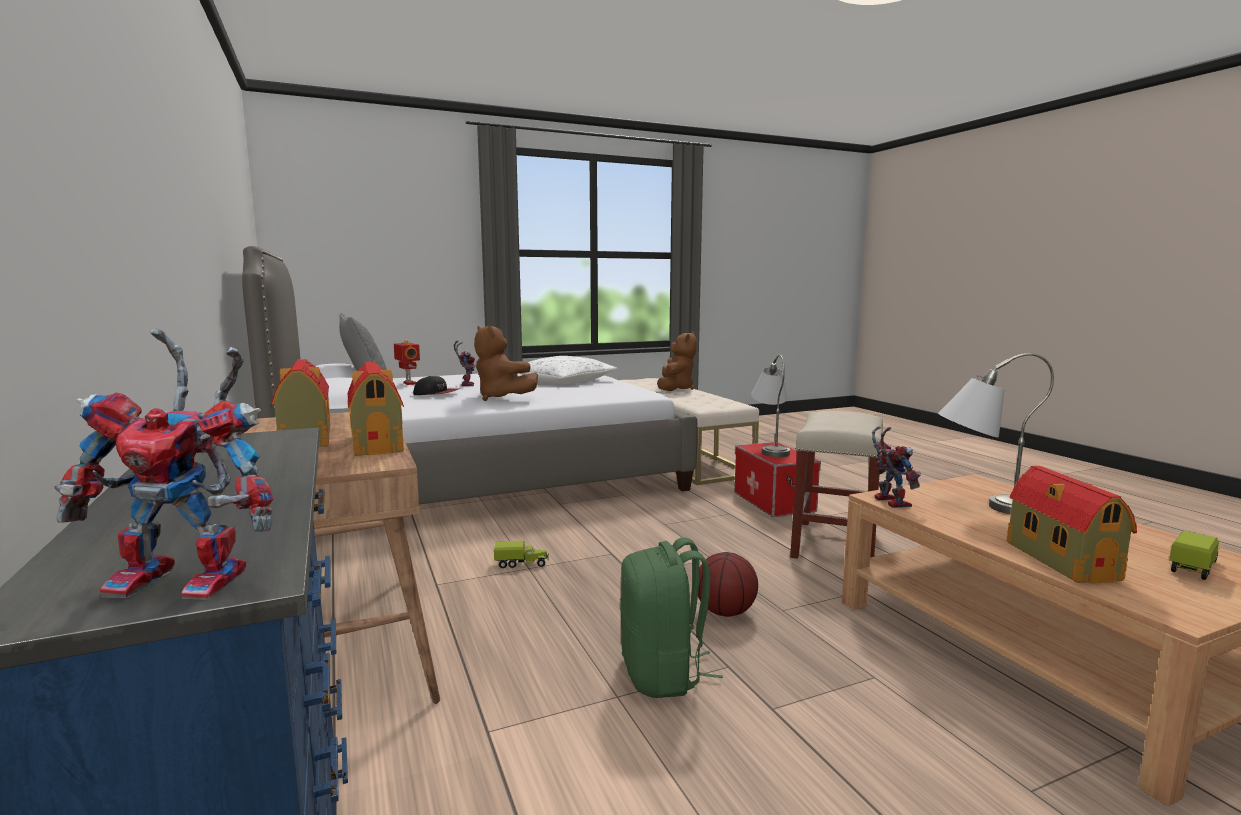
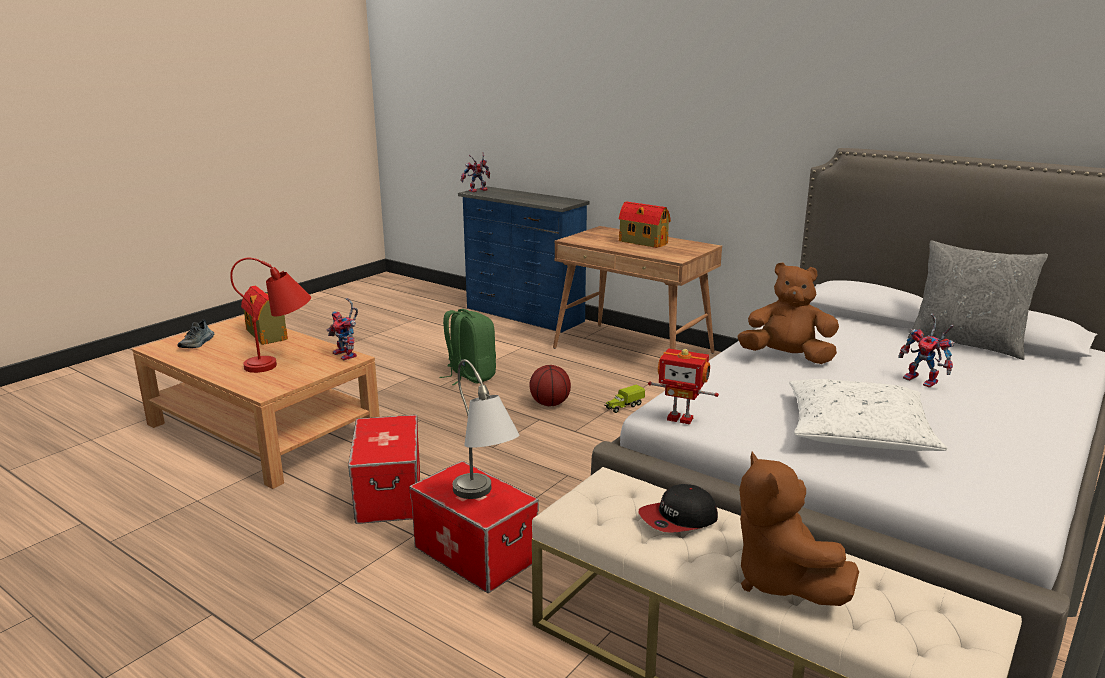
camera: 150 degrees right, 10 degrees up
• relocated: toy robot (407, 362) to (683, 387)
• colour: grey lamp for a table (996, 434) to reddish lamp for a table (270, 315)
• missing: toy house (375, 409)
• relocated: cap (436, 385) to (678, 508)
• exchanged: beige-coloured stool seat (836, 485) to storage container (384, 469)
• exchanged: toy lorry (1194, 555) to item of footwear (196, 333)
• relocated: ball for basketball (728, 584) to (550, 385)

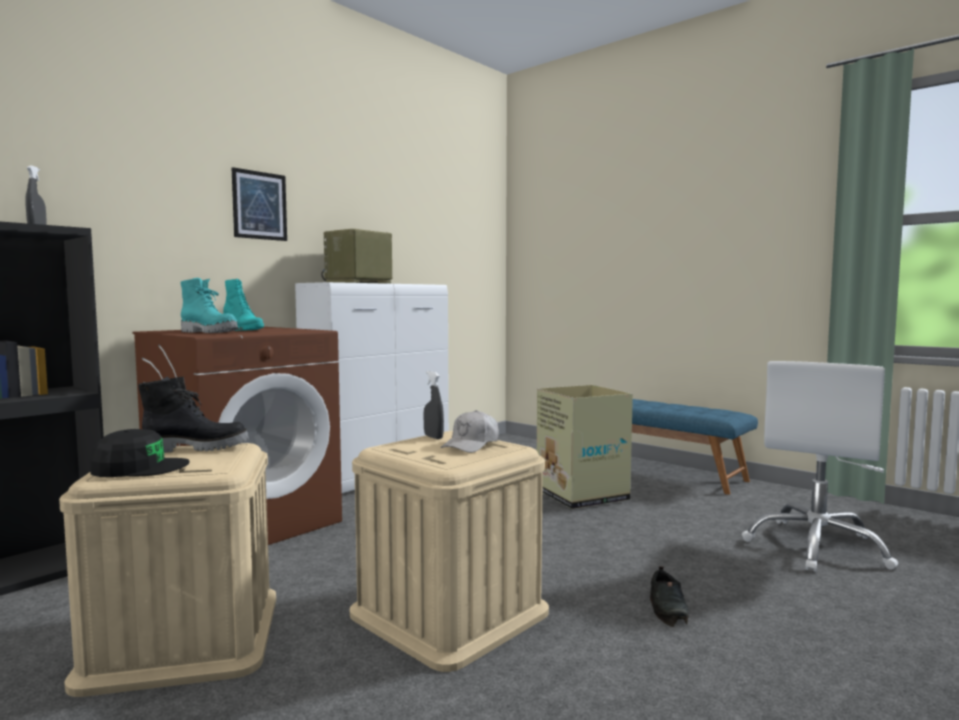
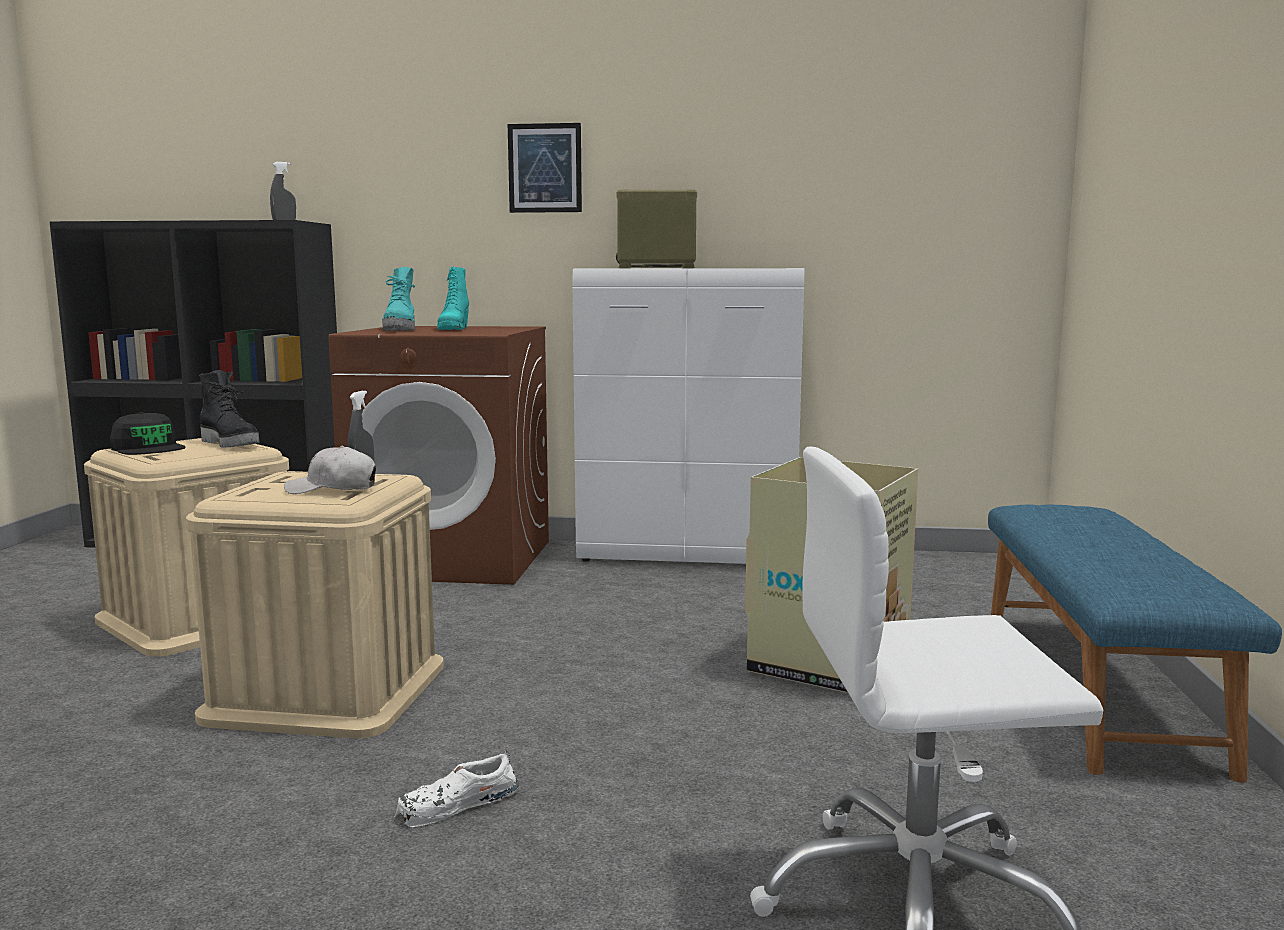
camera: 55 degrees right, 5 degrees up
• colour: black item of footwear (669, 596) to white-coloured item of footwear (456, 788)

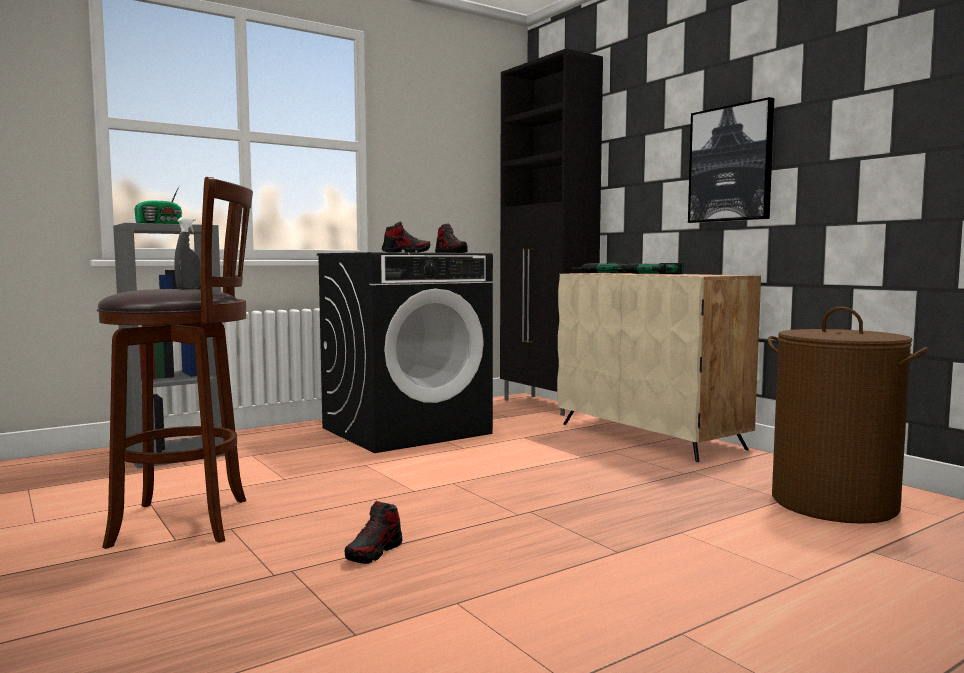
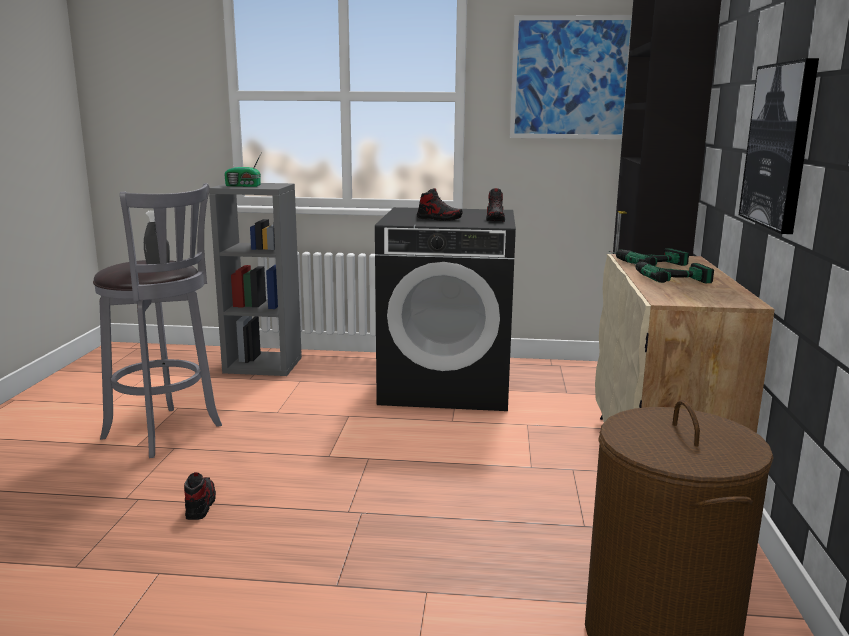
camera: 40 degrees right, 10 degrees up
• colour: brownish stool seat (175, 363) to grey stool seat (157, 320)
• spun: item of footwear (373, 532) = (200, 496) 105 degrees clockwise
• appeared: wall art (571, 77)

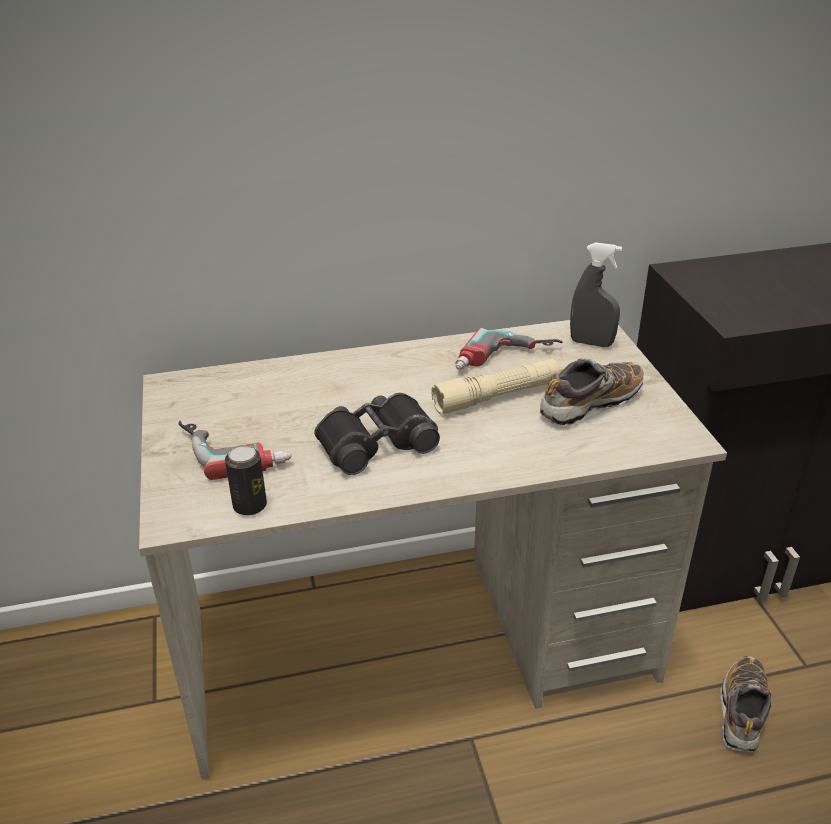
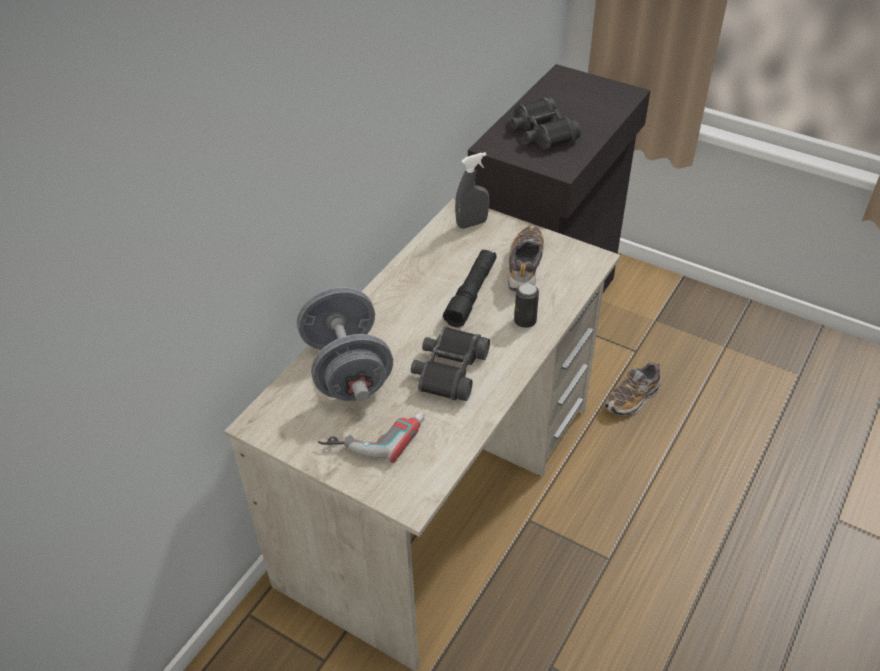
camera: 45 degrees left, 10 degrees up
• missing: power drill (509, 348)
• colour: beige-coloured hand torch (497, 386) to black hand torch (470, 288)
• relocated: metal can (246, 480) to (526, 305)
• spun: item of footwear (746, 704) = (633, 389) 105 degrees counterclockwise
• appeared: black binoculars (546, 123)
• appeared: grey dumbbell (345, 344)

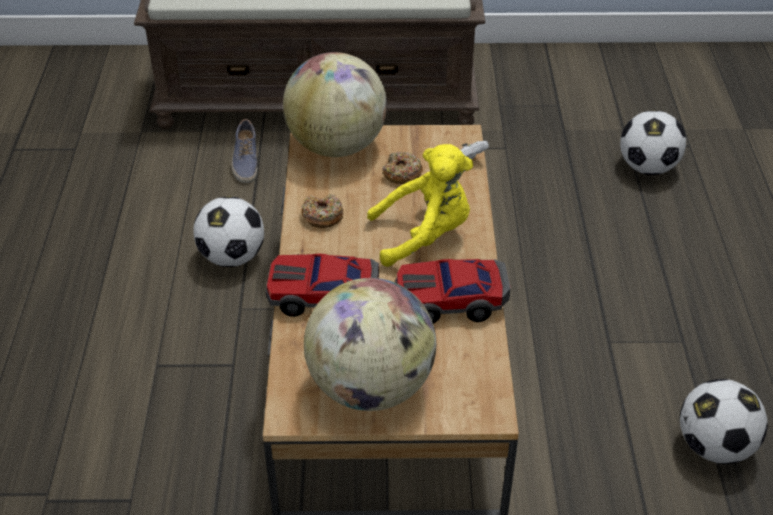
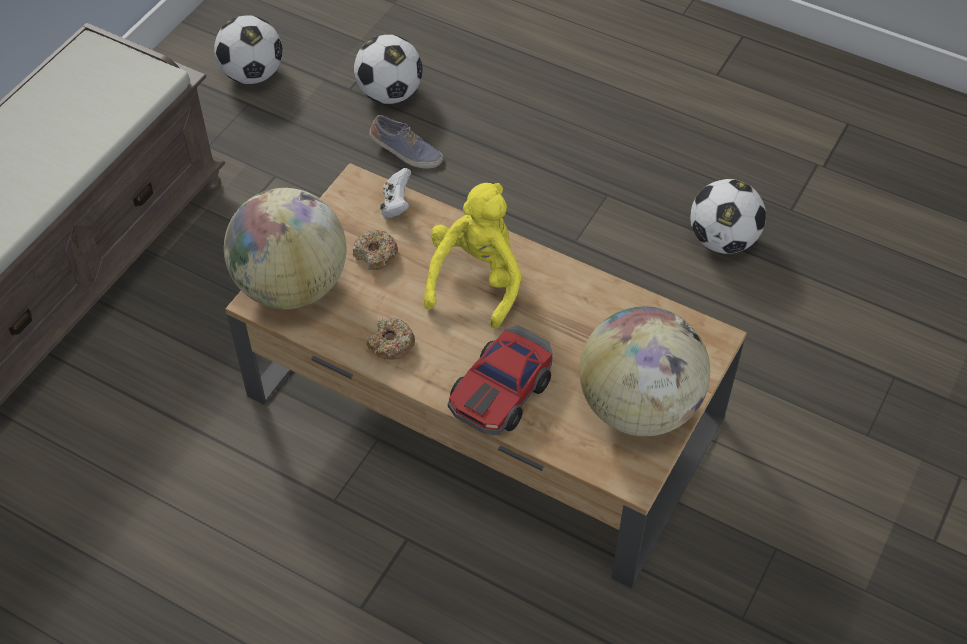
camera: 60 degrees left, 10 degrees up
• relocated: item of footwear (244, 151) to (406, 141)
• relocated: football ball (228, 231) to (248, 49)
• missing: model car (453, 291)

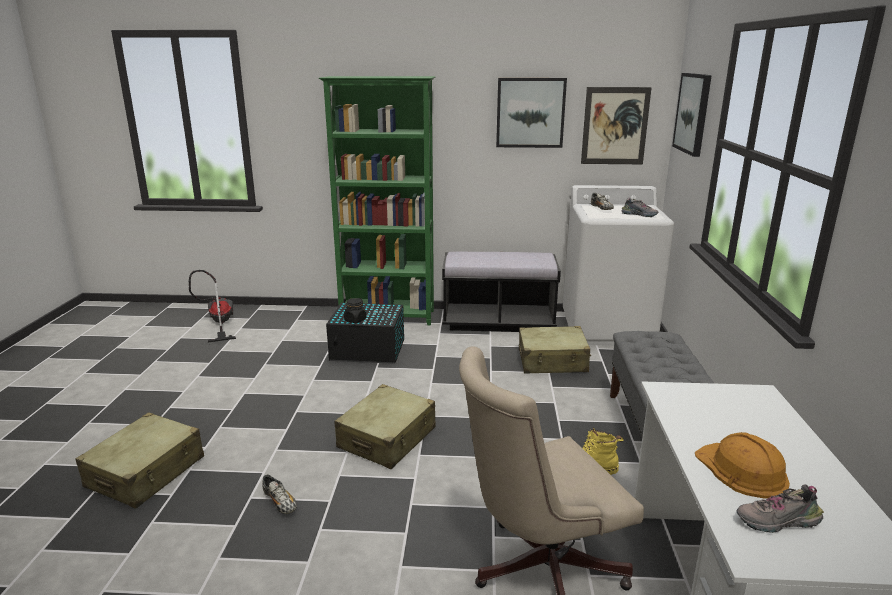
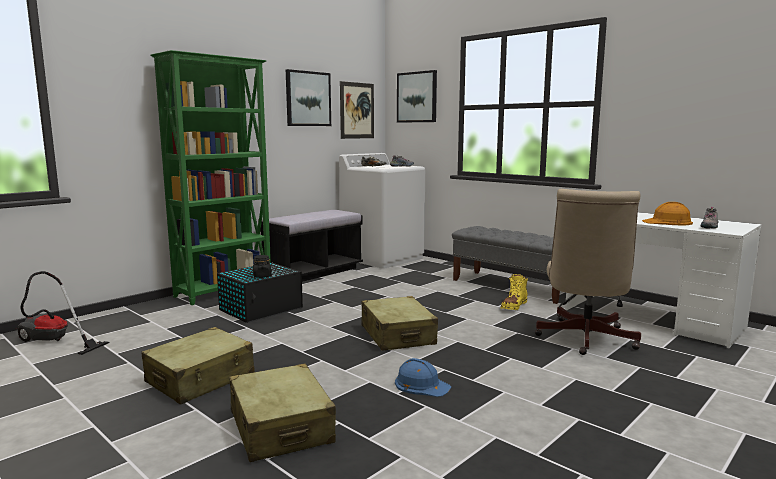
camera: 50 degrees left, 10 degrees down
• relocated: beige-coloured piece of luggage (555, 350) to (198, 366)
• exchanged: item of footwear (279, 494) to blue-coloured safety helmet (423, 377)

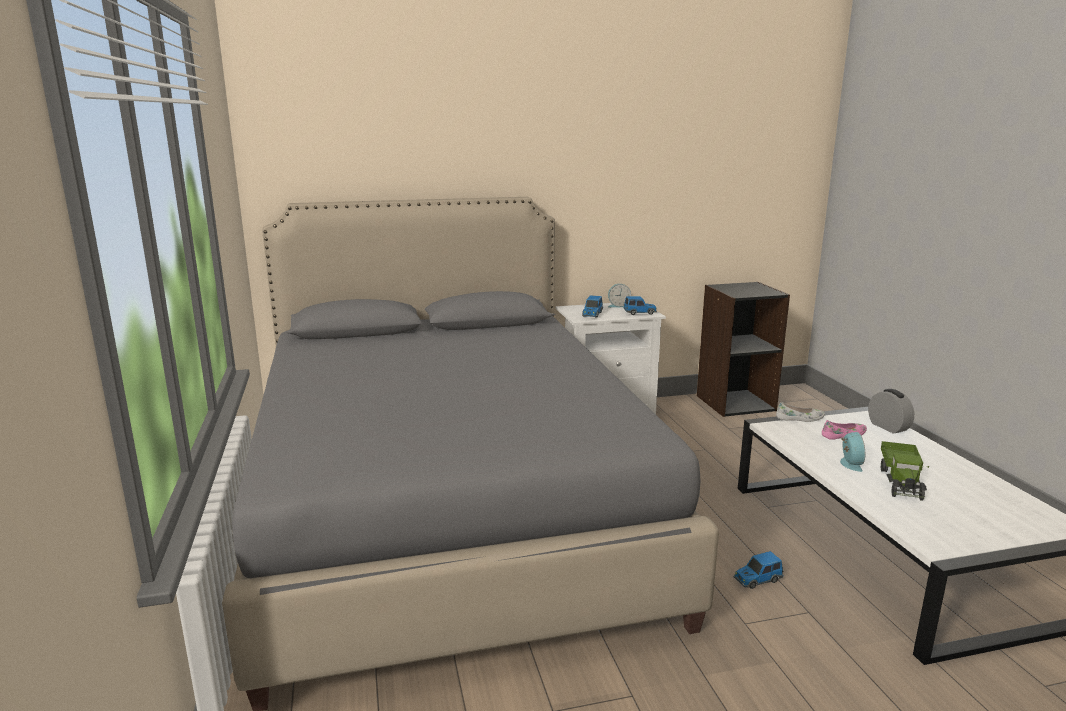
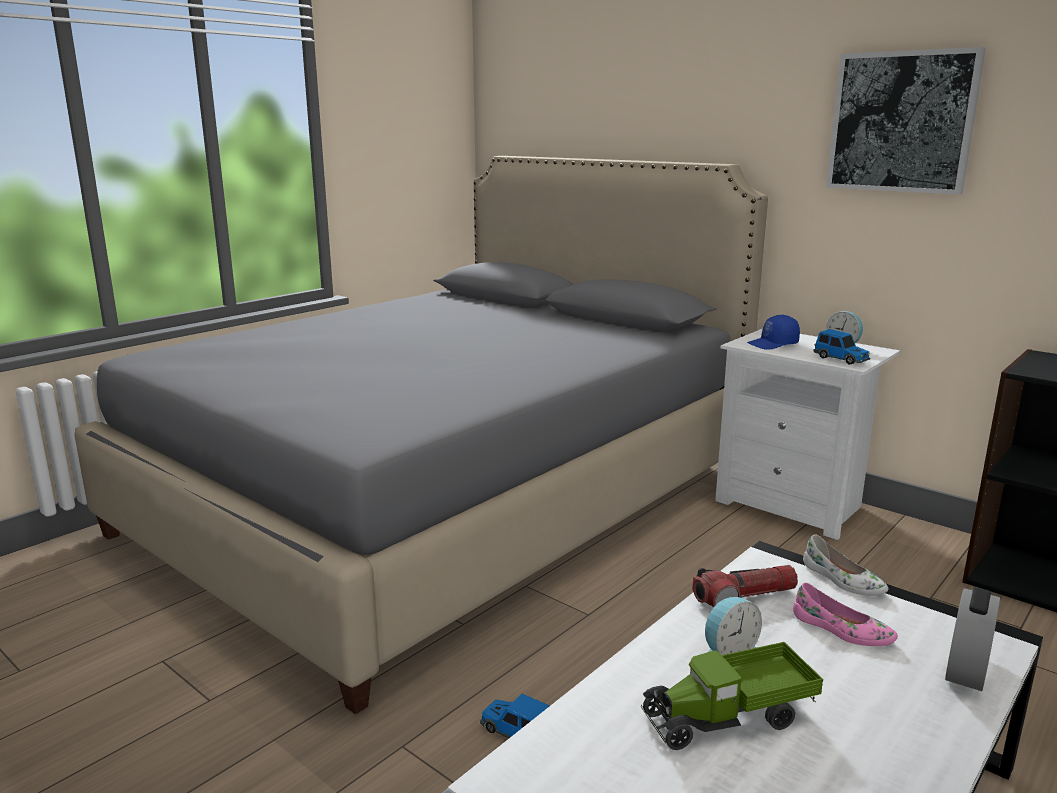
camera: 55 degrees right, 0 degrees up
• exchanged: model car (592, 306) to blue-coloured cap (773, 332)
• appeared: wall art (906, 121)
• appeared: hand torch (745, 586)

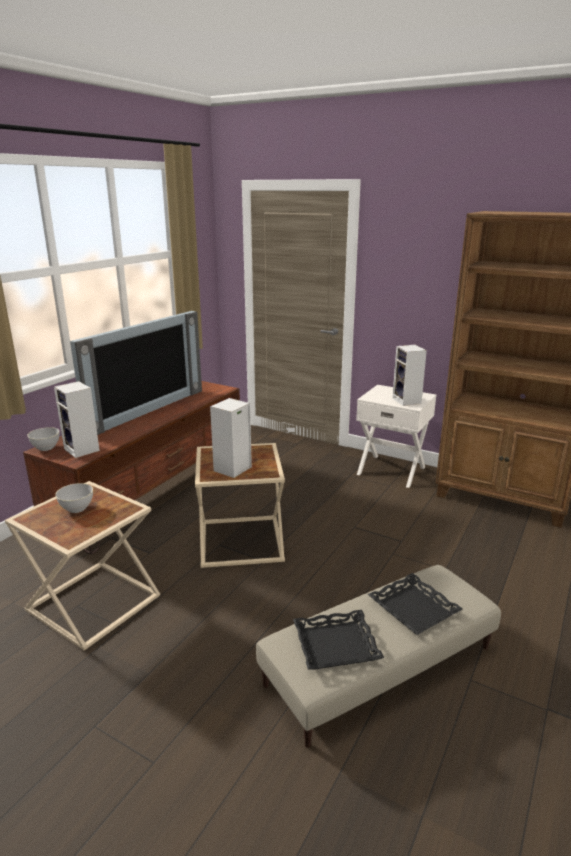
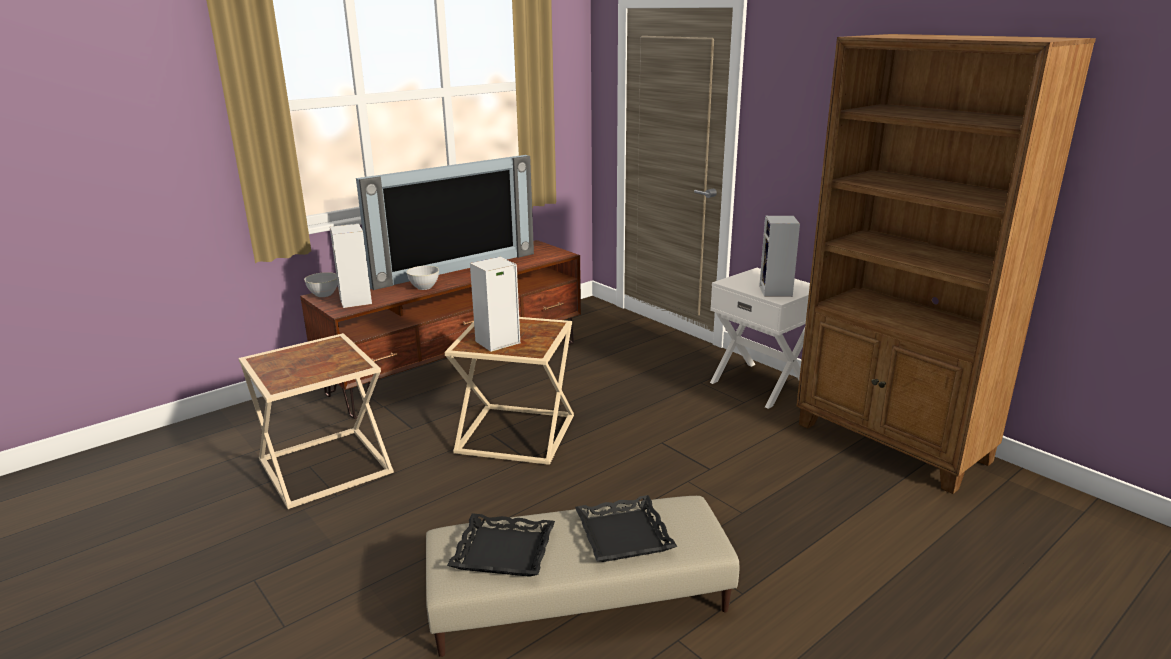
camera: 20 degrees right, 0 degrees up
• relocated: grey deep dish (74, 498) to (422, 278)

